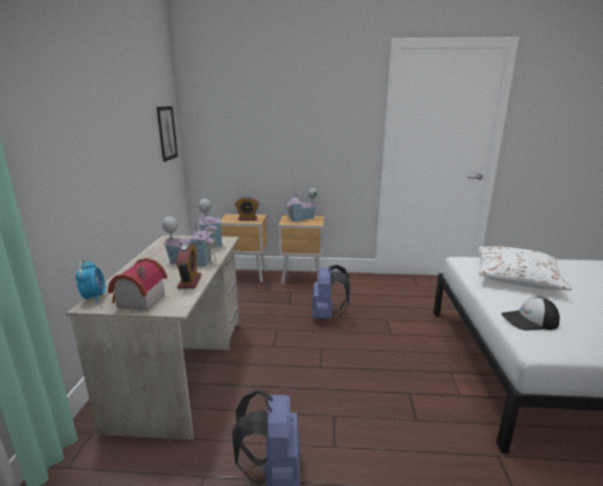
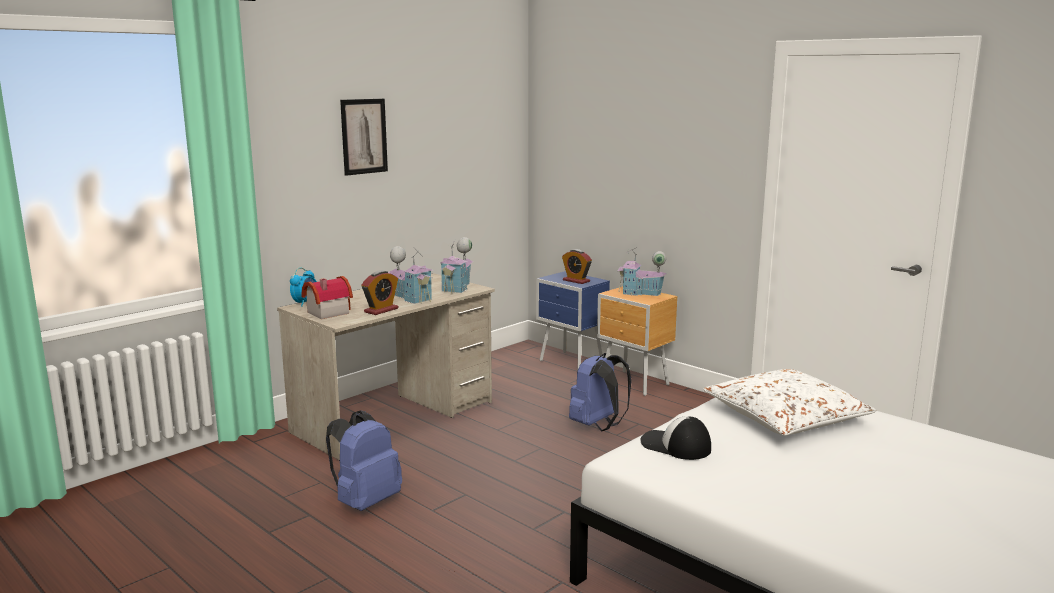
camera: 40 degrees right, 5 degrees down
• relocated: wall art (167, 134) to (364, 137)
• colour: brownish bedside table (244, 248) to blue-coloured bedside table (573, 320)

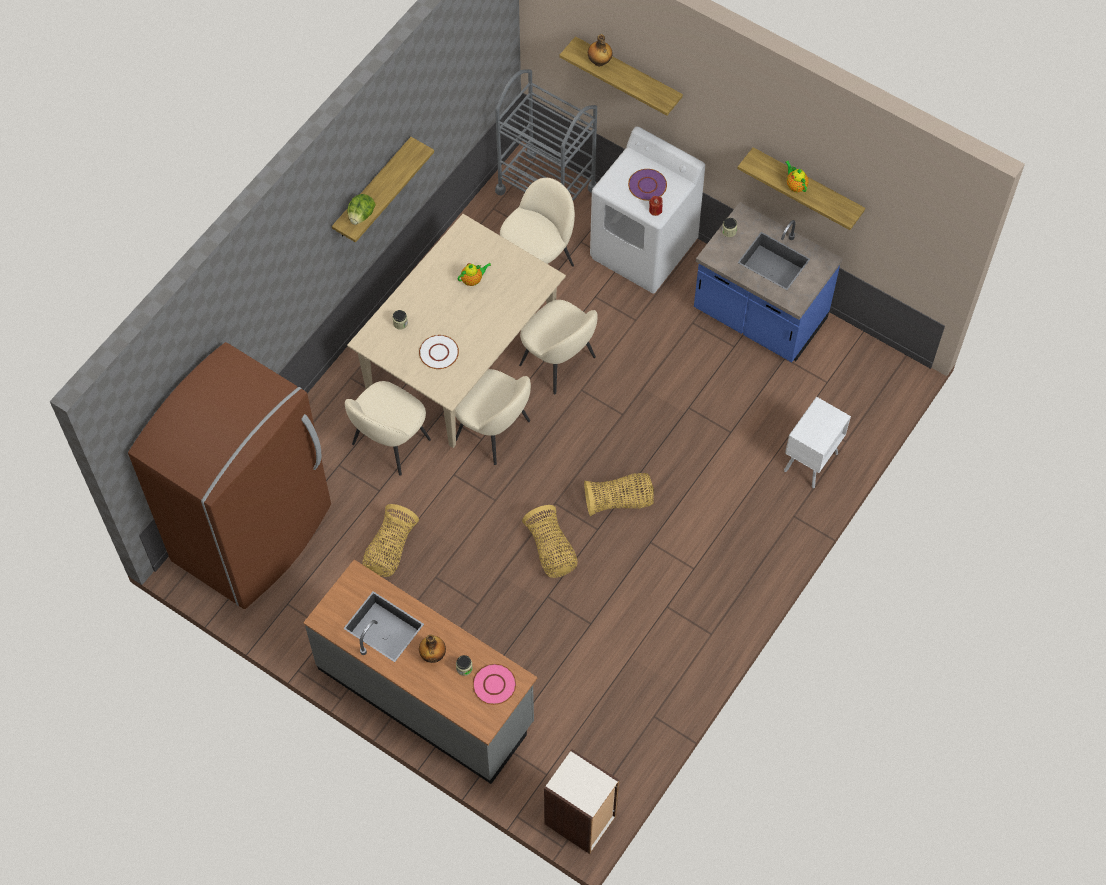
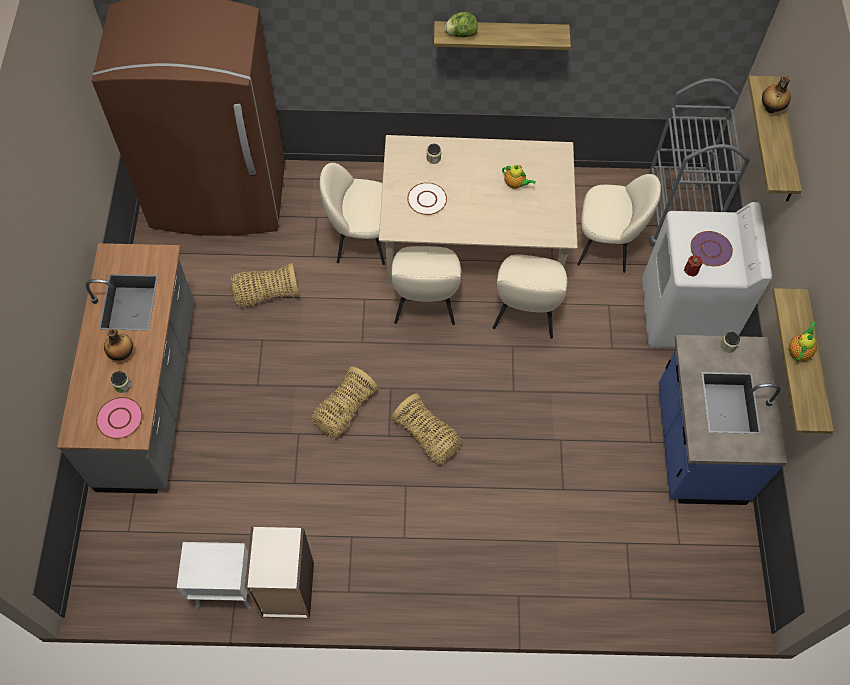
camera: 55 degrees right, 0 degrees up
• relocated: white-coloured bedside table (817, 442) to (214, 575)
• relocated: bookcase (581, 801) to (279, 573)

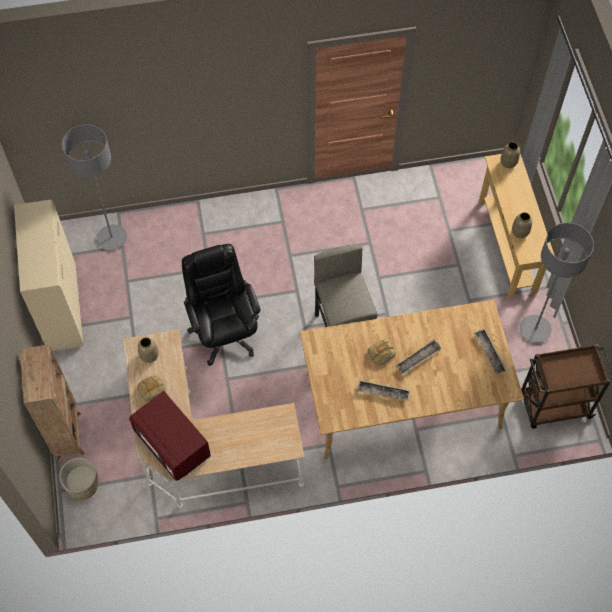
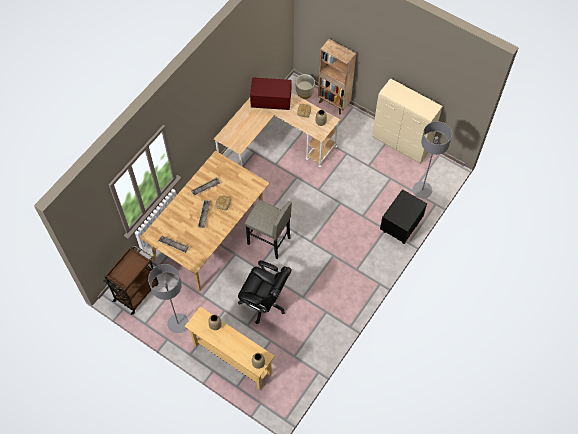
camera: 135 degrees right, 0 degrees up
• relocated: black office chair (221, 305) to (265, 292)
• appeared: black bedside table (403, 216)

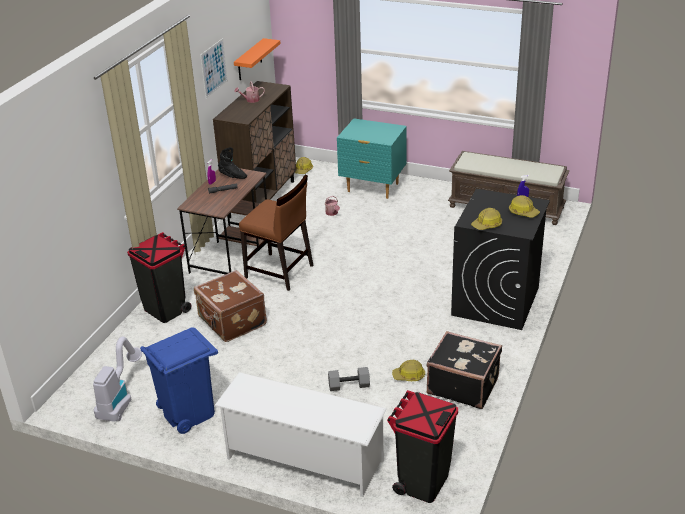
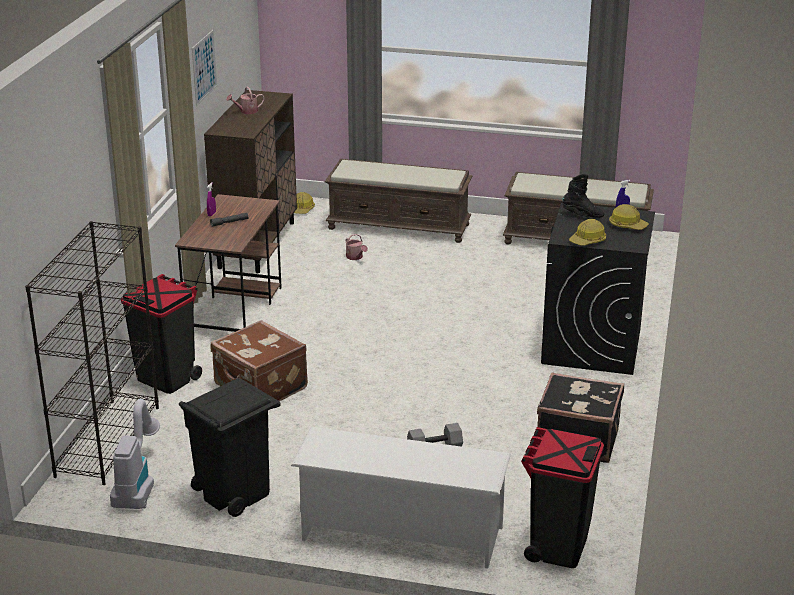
camera: 10 degrees left, 5 degrees down
• missing: orangey bracket shelf (257, 59)
• exchanged: turquoise-coloured bedside table (372, 158) to brownish indoor bench (398, 201)
• relocated: black tall boot (232, 163) to (583, 196)
• missing: brownish chair (276, 233)
• colour: blue-coloured waste bin (179, 380) to black waste bin (229, 447)
• missing: safety helmet (408, 370)
• appeared: black bookcase (92, 353)

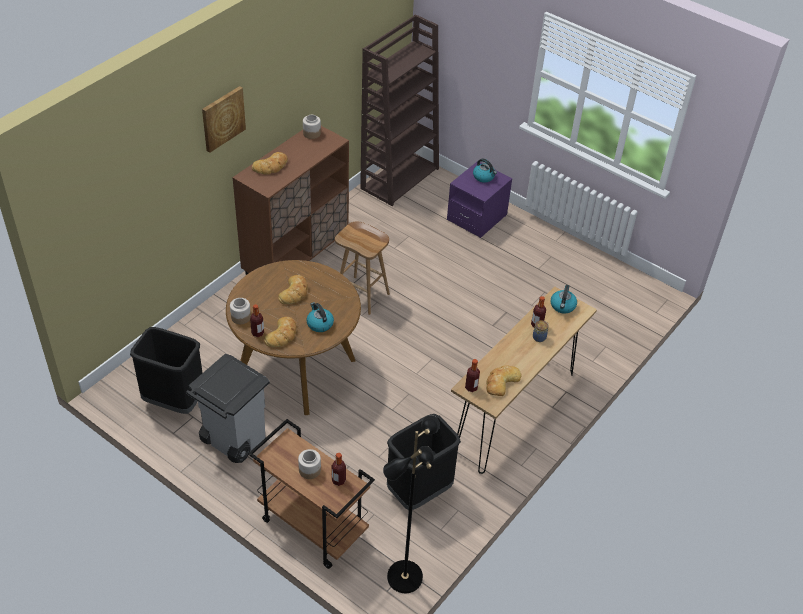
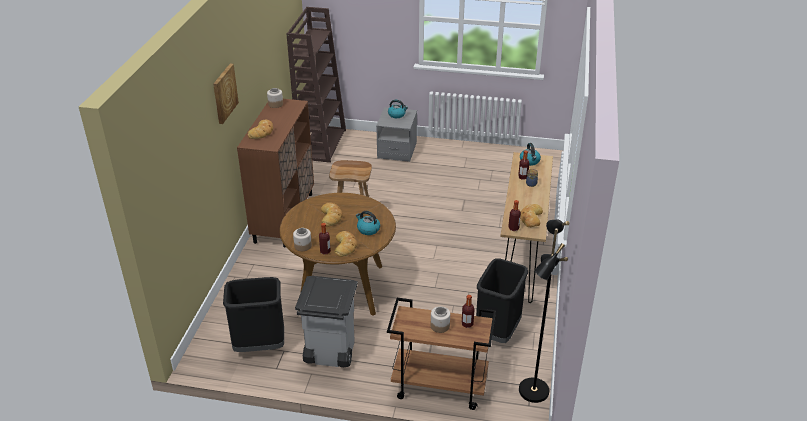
camera: 25 degrees left, 10 degrees down
• colour: purple bedside table (479, 199) to grey bedside table (396, 134)

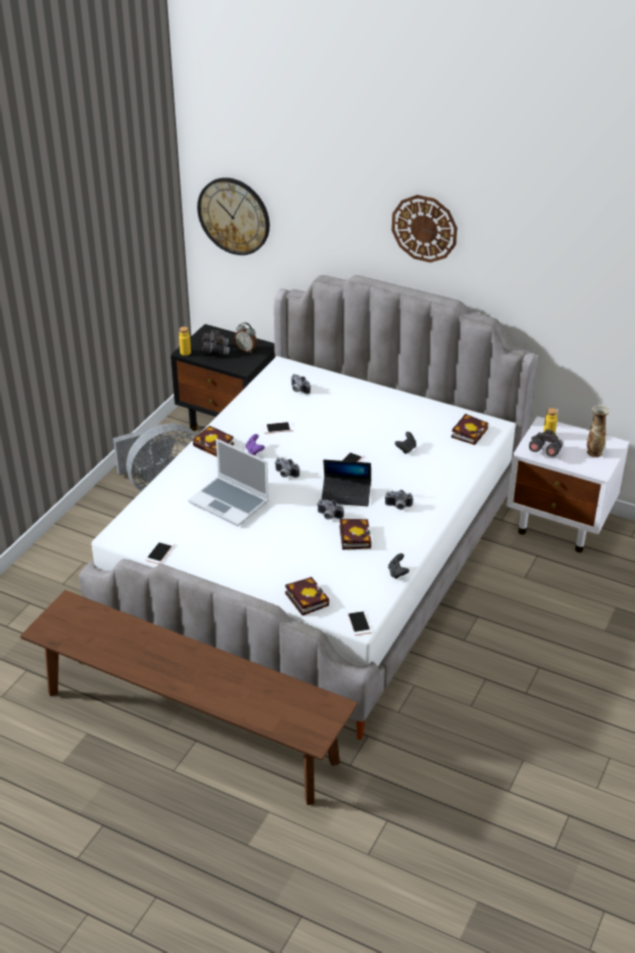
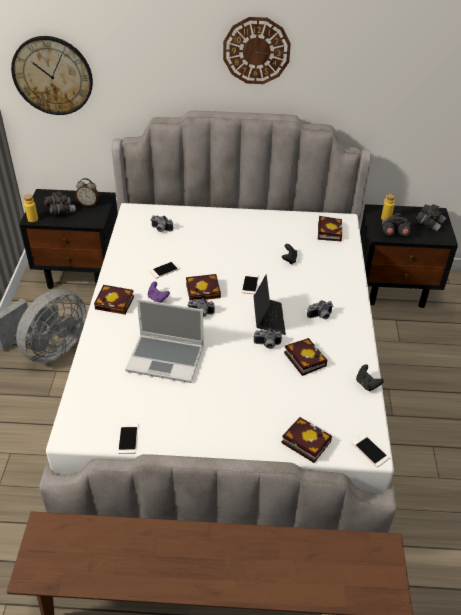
camera: 25 degrees left, 5 degrees up
• exchanged: vase (598, 431) to grey binoculars (431, 217)
• colour: white-coloured bedside table (567, 484) to black bedside table (409, 256)
• spun: notebook computer (346, 483) = (270, 305) 75 degrees counterclockwise
• appeared: bound book (203, 287)

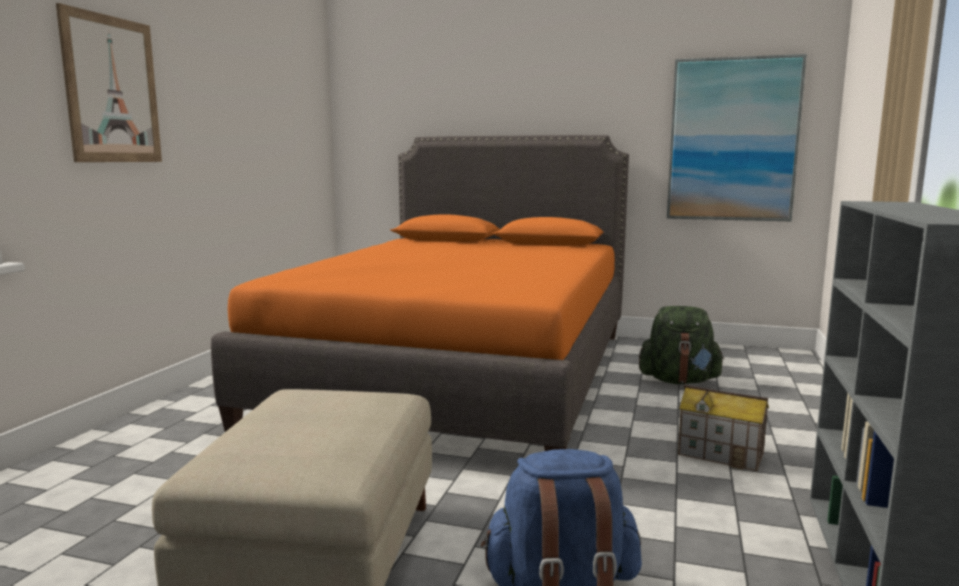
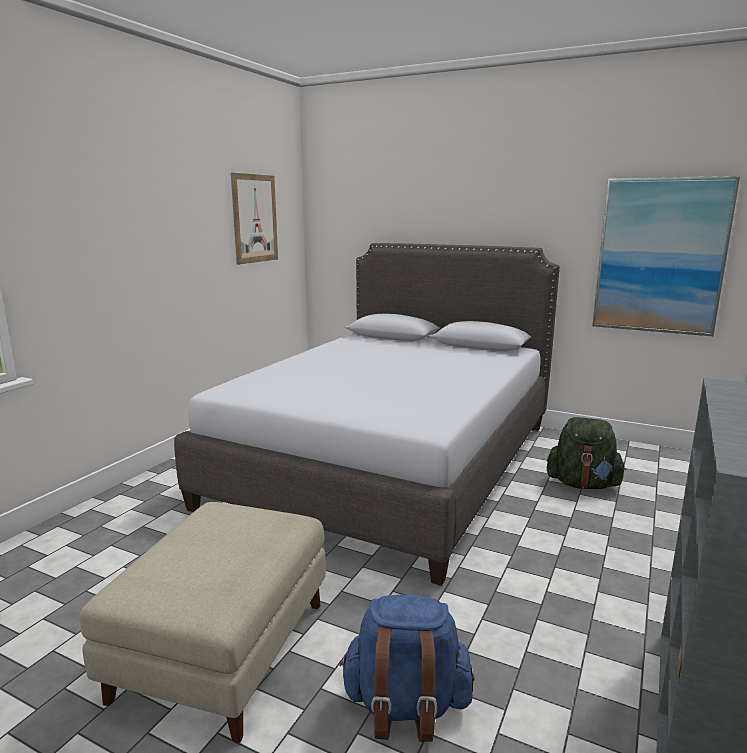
camera: 10 degrees right, 5 degrees up
• relocated: wall art (109, 82) to (254, 219)
• colour: orangey bedroom bed (420, 293) to grey bedroom bed (367, 414)
• missing: toy house (723, 428)

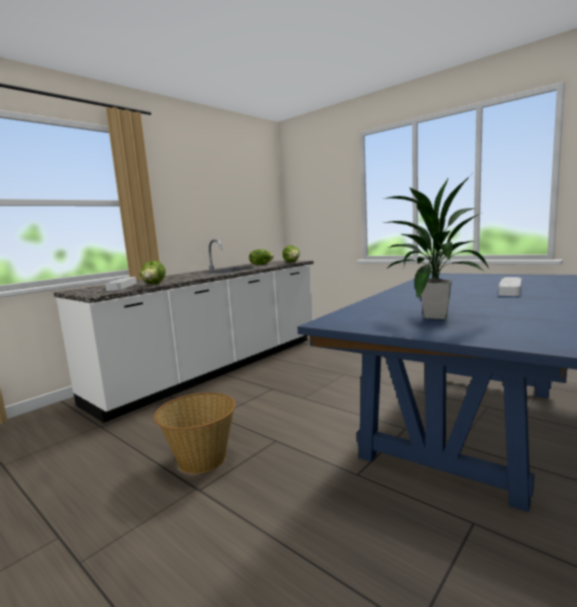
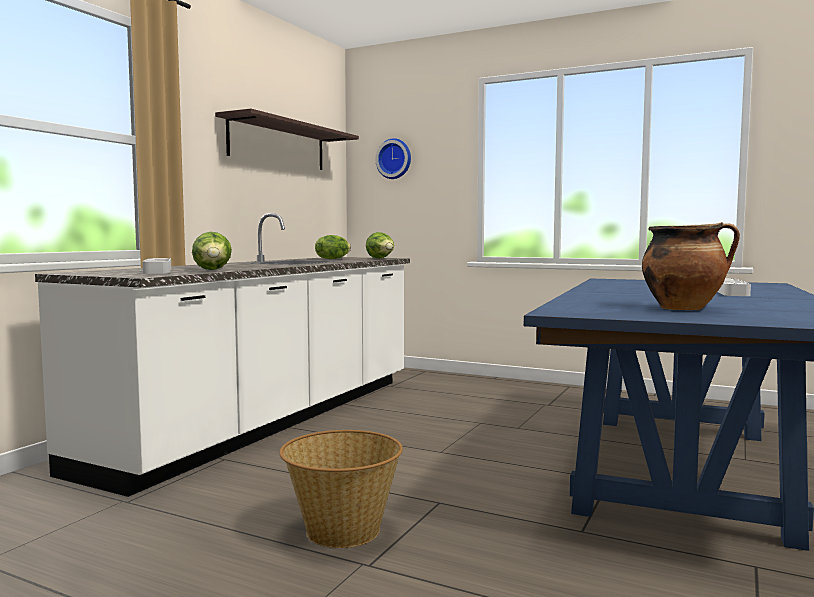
camera: 15 degrees left, 5 degrees down
• exchanged: potted plant (435, 247) to cooking pot (691, 266)
• appeared: bracket shelf (287, 139)
• appeared: hanging clock (393, 158)

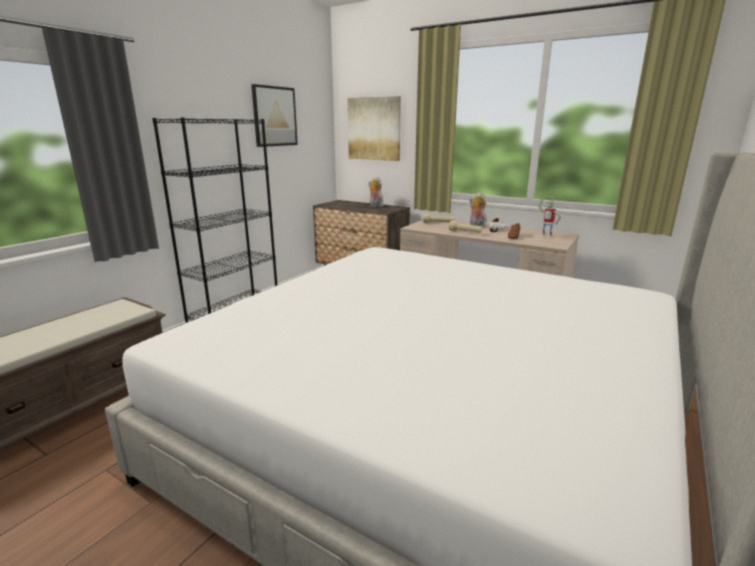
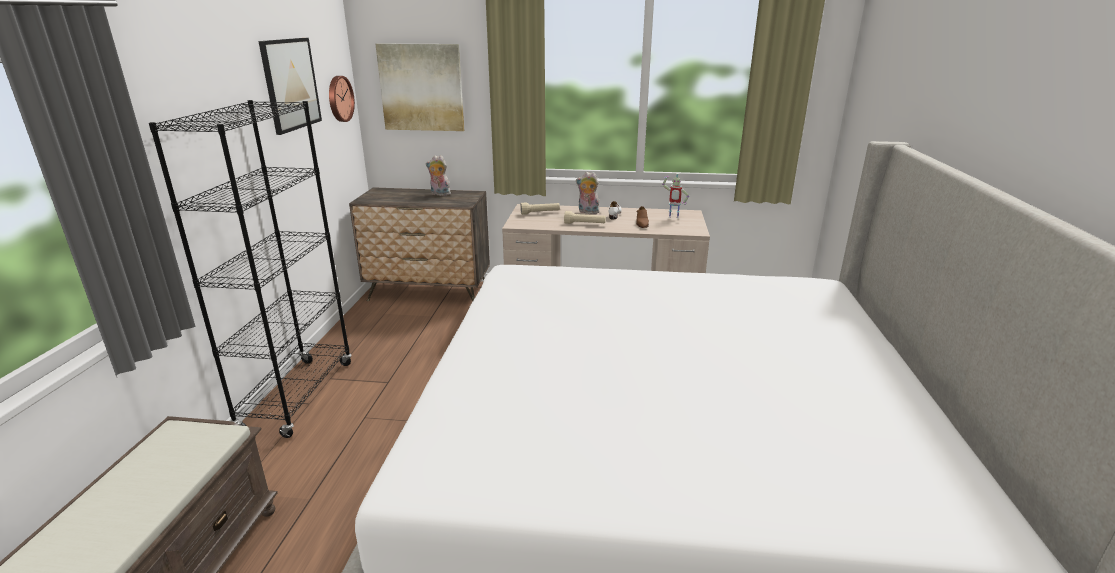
camera: 25 degrees left, 5 degrees up
• appeared: hanging clock (342, 99)

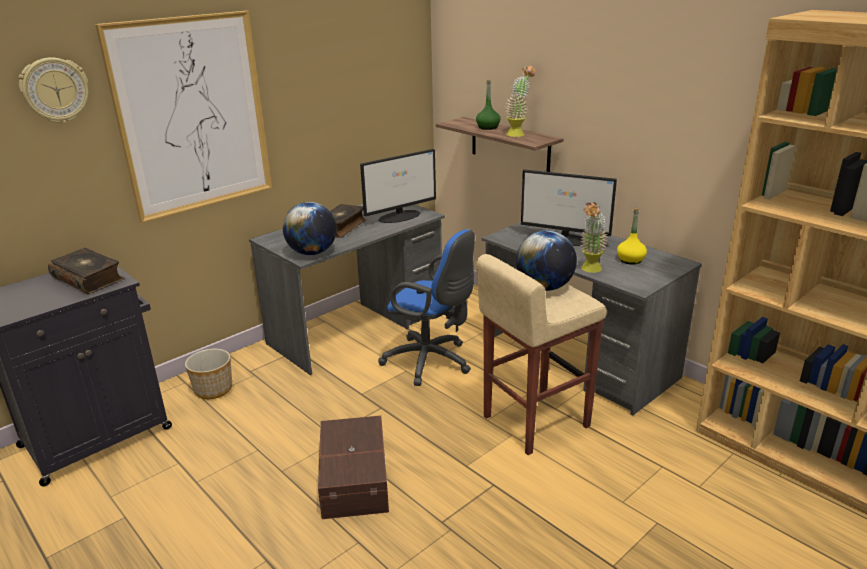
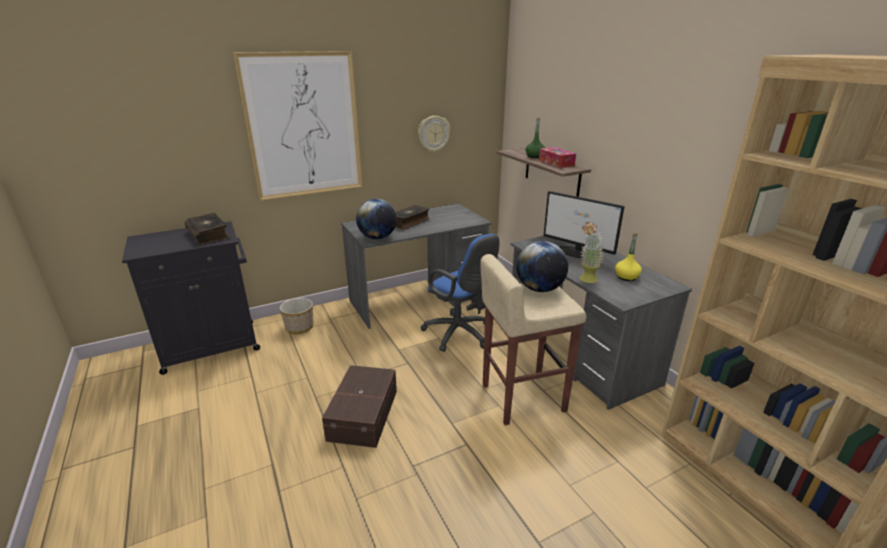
camera: 15 degrees right, 0 degrees up
• relocated: hanging clock (54, 90) to (434, 134)
• exchanged: potted plant (520, 101) to tissue holder (557, 157)
• missing: computer screen (398, 186)

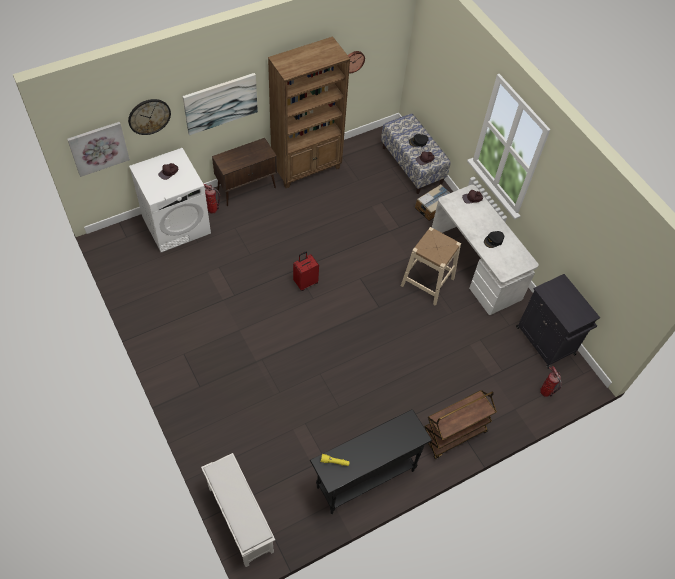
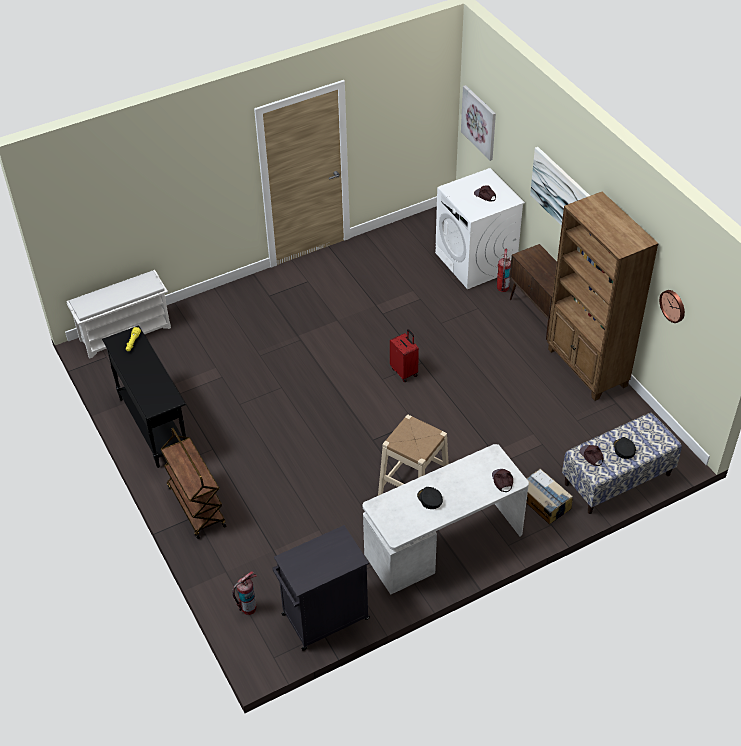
camera: 95 degrees right, 10 degrees down
• missing: hanging clock (149, 117)

